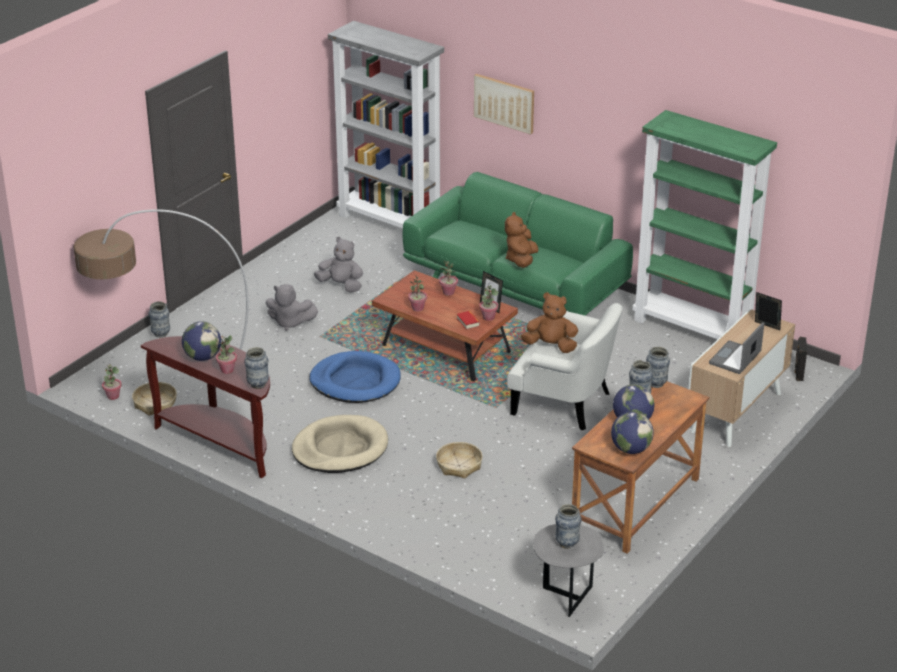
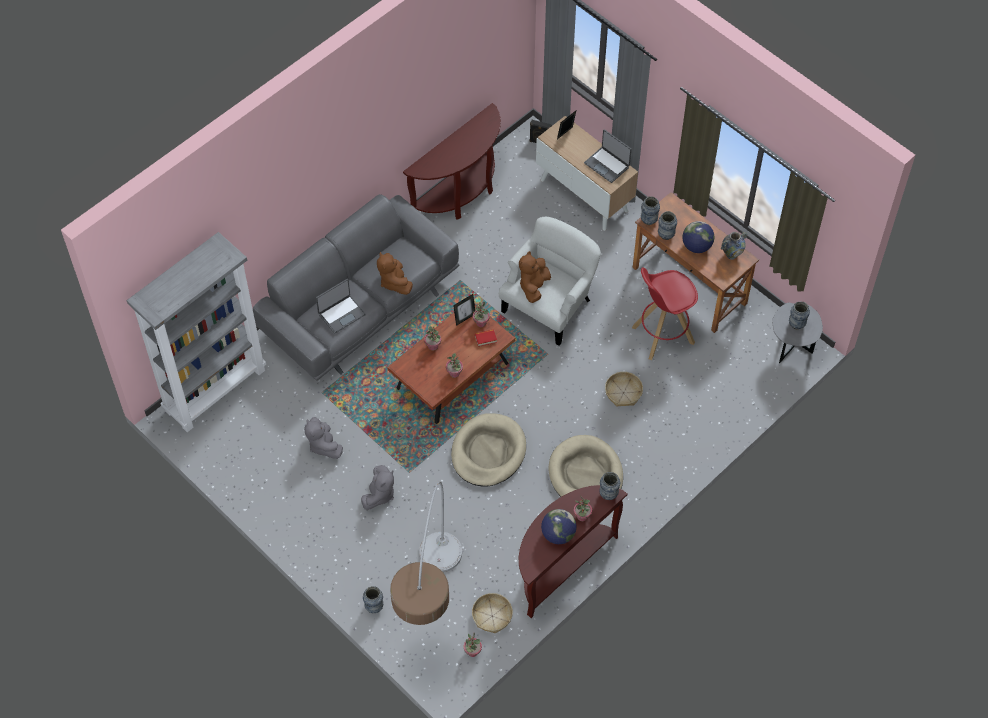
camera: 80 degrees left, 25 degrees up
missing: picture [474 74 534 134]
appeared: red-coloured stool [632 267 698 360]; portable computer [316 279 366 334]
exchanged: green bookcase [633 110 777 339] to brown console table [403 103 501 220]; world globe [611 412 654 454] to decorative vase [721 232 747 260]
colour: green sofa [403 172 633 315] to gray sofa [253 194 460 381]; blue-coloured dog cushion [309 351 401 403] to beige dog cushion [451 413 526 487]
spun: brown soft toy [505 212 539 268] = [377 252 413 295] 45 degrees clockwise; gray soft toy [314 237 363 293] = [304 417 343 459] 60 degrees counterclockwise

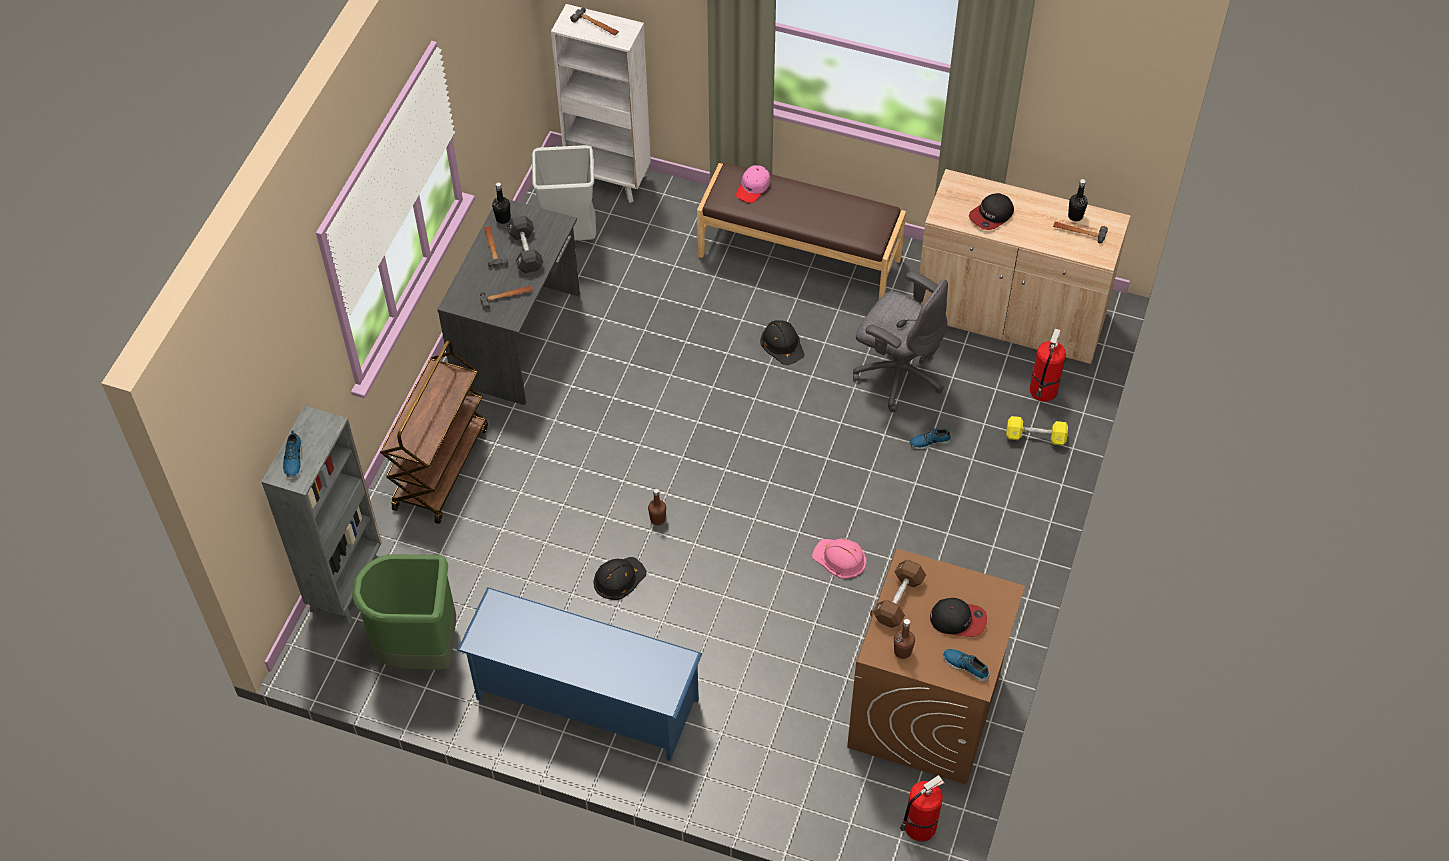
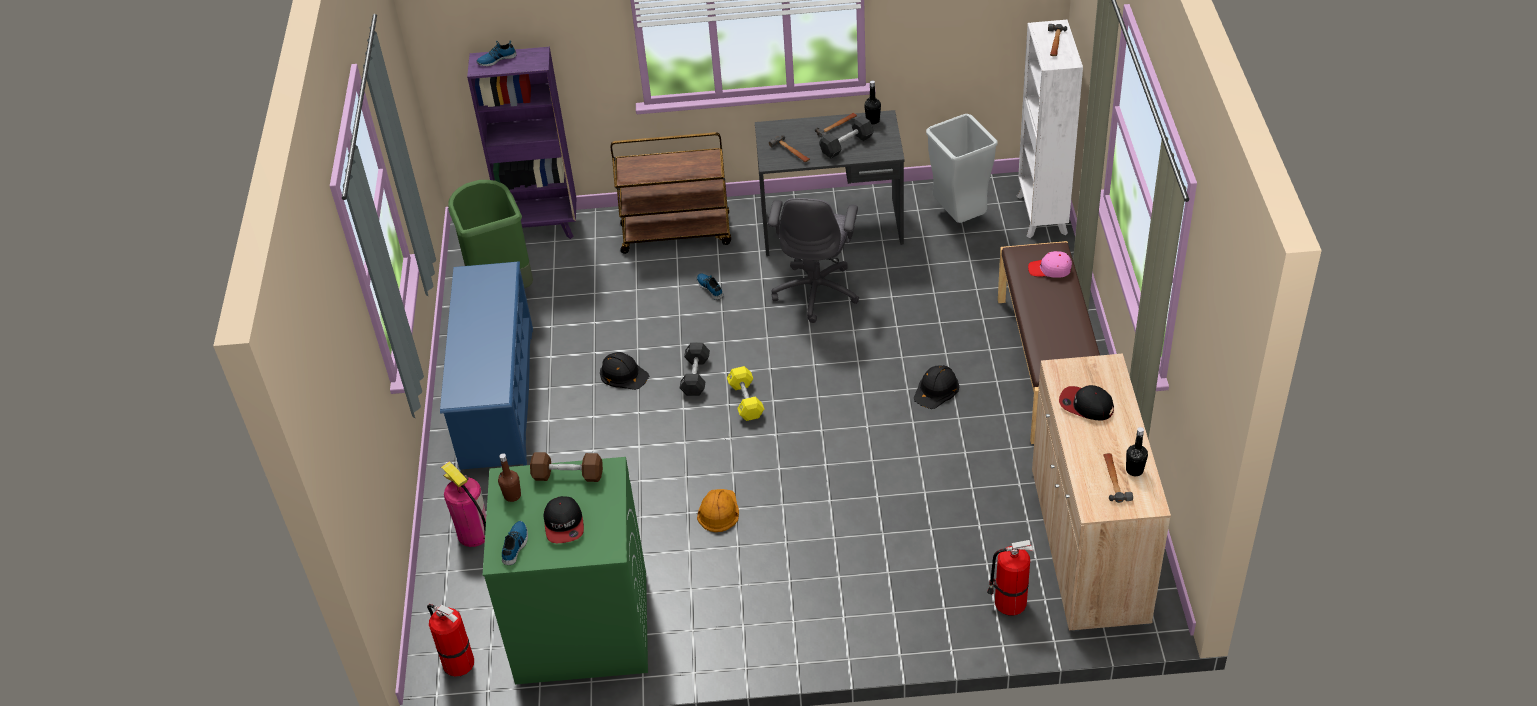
camera: 70 degrees right, 10 degrees down
appeared: fire-fighting cylinder [441 462 486 547]
relocated: gray office chair [853 271 948 412] to [768 198 859 323]; yellowish dumbbell [1006 416 1068 445] to [727 366 764 421]; item of footwear [909 428 951 449] to [697 273 724 300]
exchanged: brown drink bottle [648 488 666 525] to black-coloured dumbbell [680 343 710 396]
colour: gray bookcase [262 406 382 624] to purple-coloured bookcase [467 47 576 239]; pink safety helmet [812 538 866 579] to orange safety helmet [697 489 739 532]; brown laundry appliance [847 549 1025 785] to green laundry appliance [483 457 648 684]

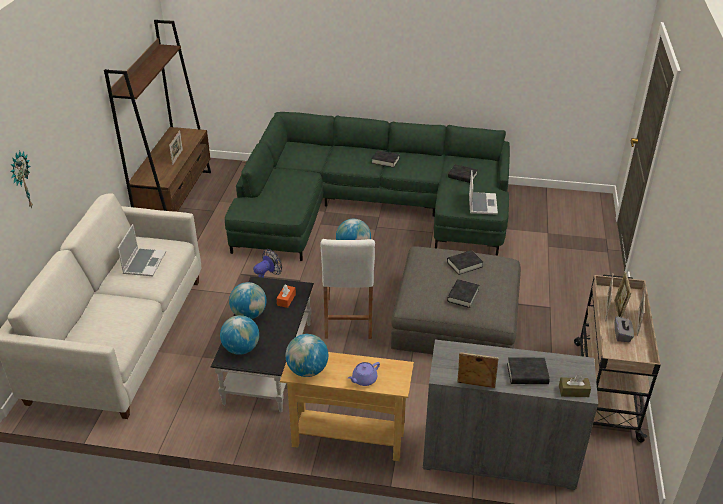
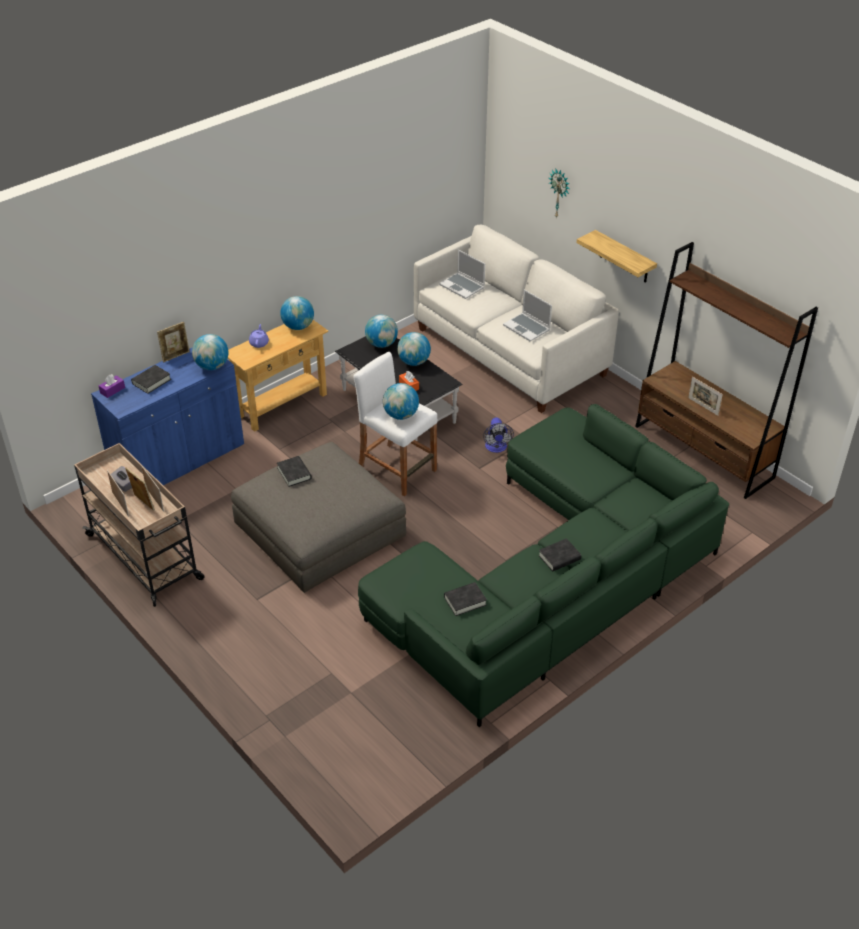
camera: 130 degrees right, 5 degrees up
missing: black-coloured volume [447 250 483 275]
appeared: shelf [577 230 657 283]; world globe [192 334 229 370]
relocated: portable computer [469 170 498 215] to [439 250 485 299]
colour: gray cabinet [423 340 598 490] to blue-coloured cabinet [91 347 244 485]; brown tissue box [559 375 591 397] to purple-coloured tissue box [99 374 125 398]

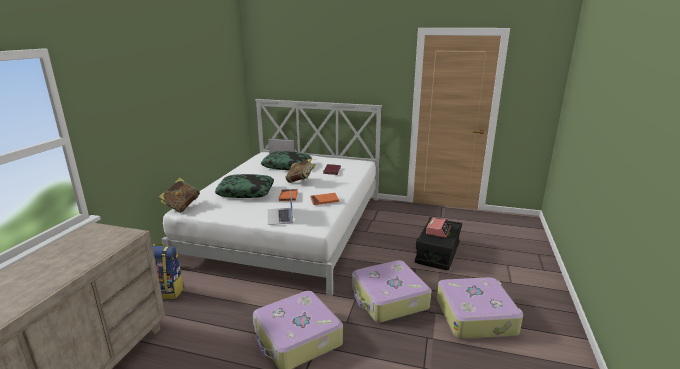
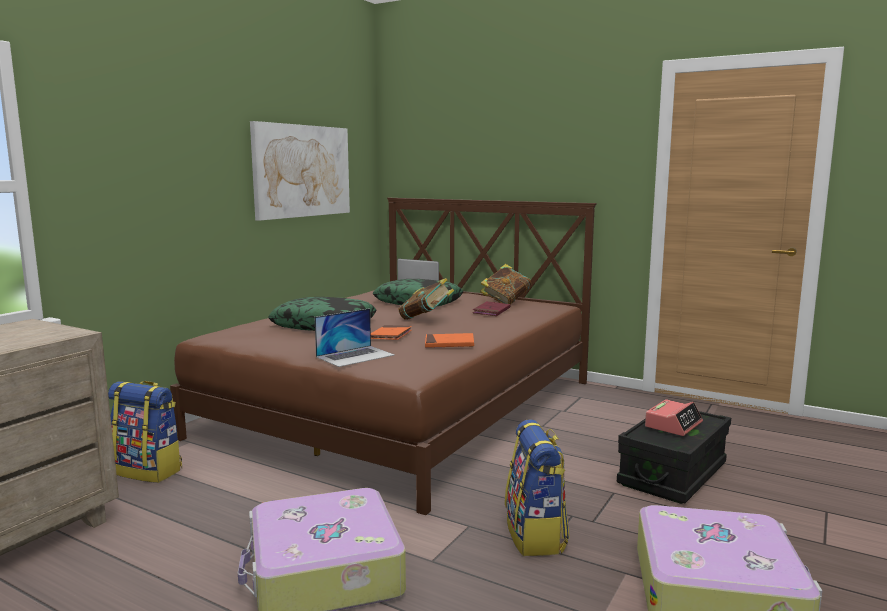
camera: 15 degrees right, 10 degrees down
appeared: picture [250 121 350 221]
relocated: volume [159 178 200 213] to [480 264 531 305]
exchanged: suitcase [352 260 431 322] to backpack [505 419 570 556]
colour: white-coloured bed [162 99 382 296] to brown bed [170 198 597 515]
spun: portable computer [268 192 293 225] = [315 308 395 367] 135 degrees counterclockwise

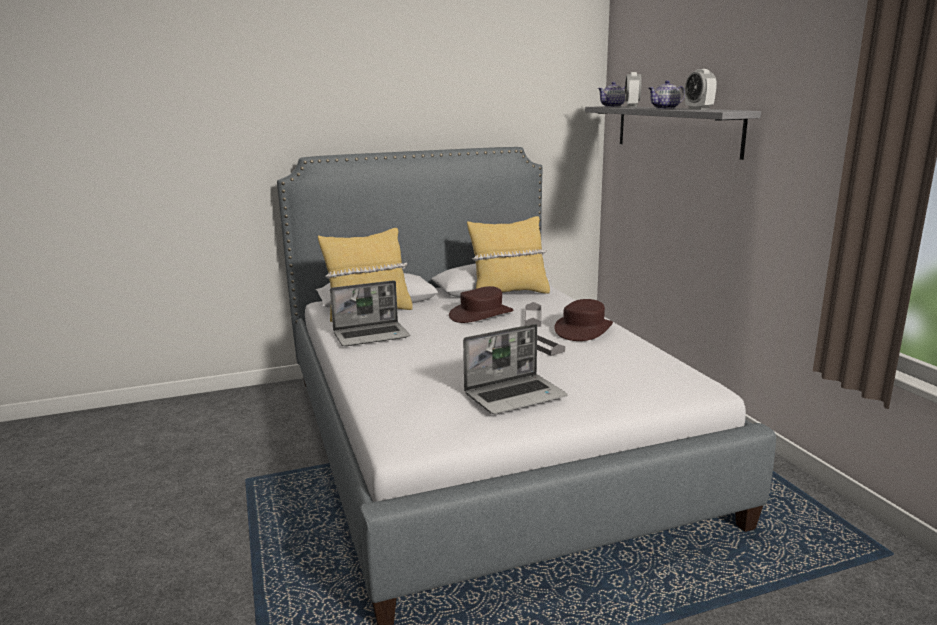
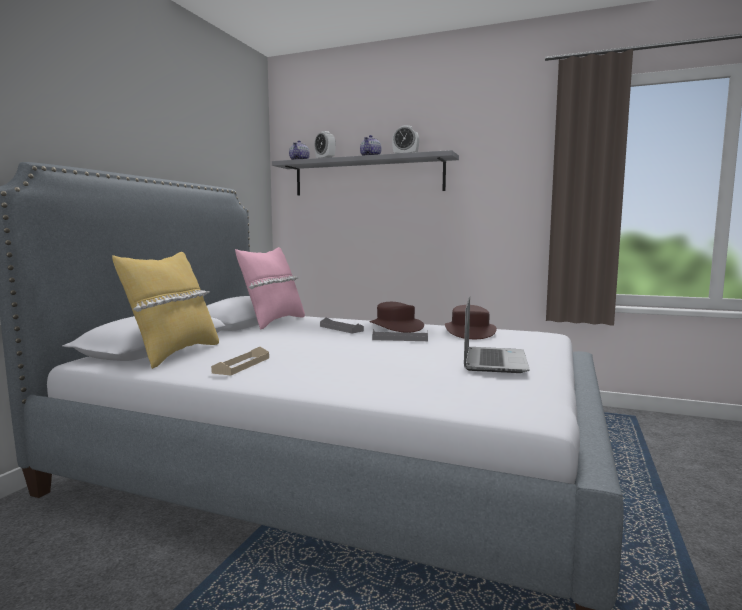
camera: 50 degrees left, 10 degrees down
relocated: brown wearable hat [449 286 514 323] to [445 305 497 339]
exchanged: portable computer [330 280 410 346] to beige serving tray [211 347 269 376]
colour: yellowish pillow [467 216 550 294] to pink pillow [235 247 305 330]

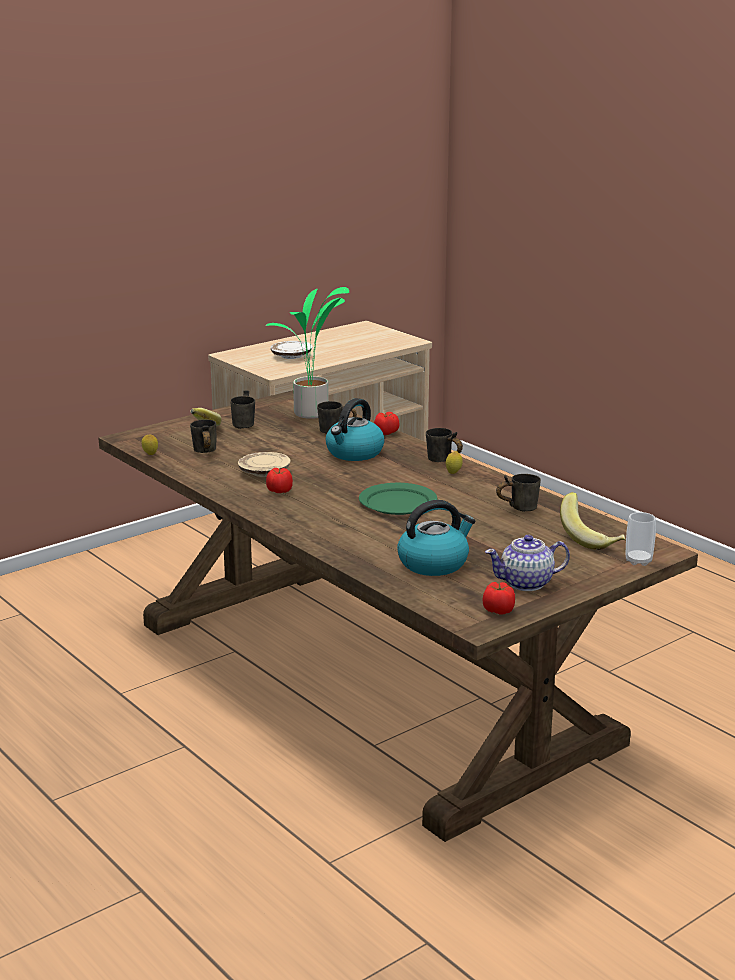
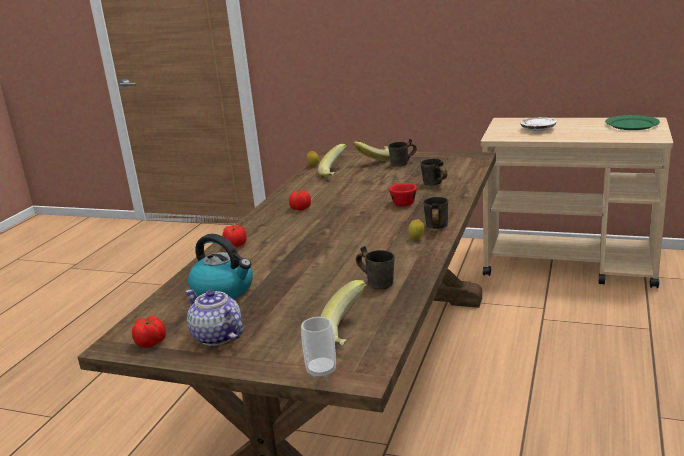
camera: 60 degrees right, 0 degrees up
missing: potted plant [265 287 349 419]; beige plate [238 452 291 477]
relocated: tomato [374 412 399 435] to [222 224 247 247]; green plate [359 483 437 515] to [605 115 660 130]
exchanged: tea kettle [326 398 385 461] to red-coloured cup [389 183 417 206]; gray coffee mug [190 420 216 453] to banana fruit [318 144 347 178]

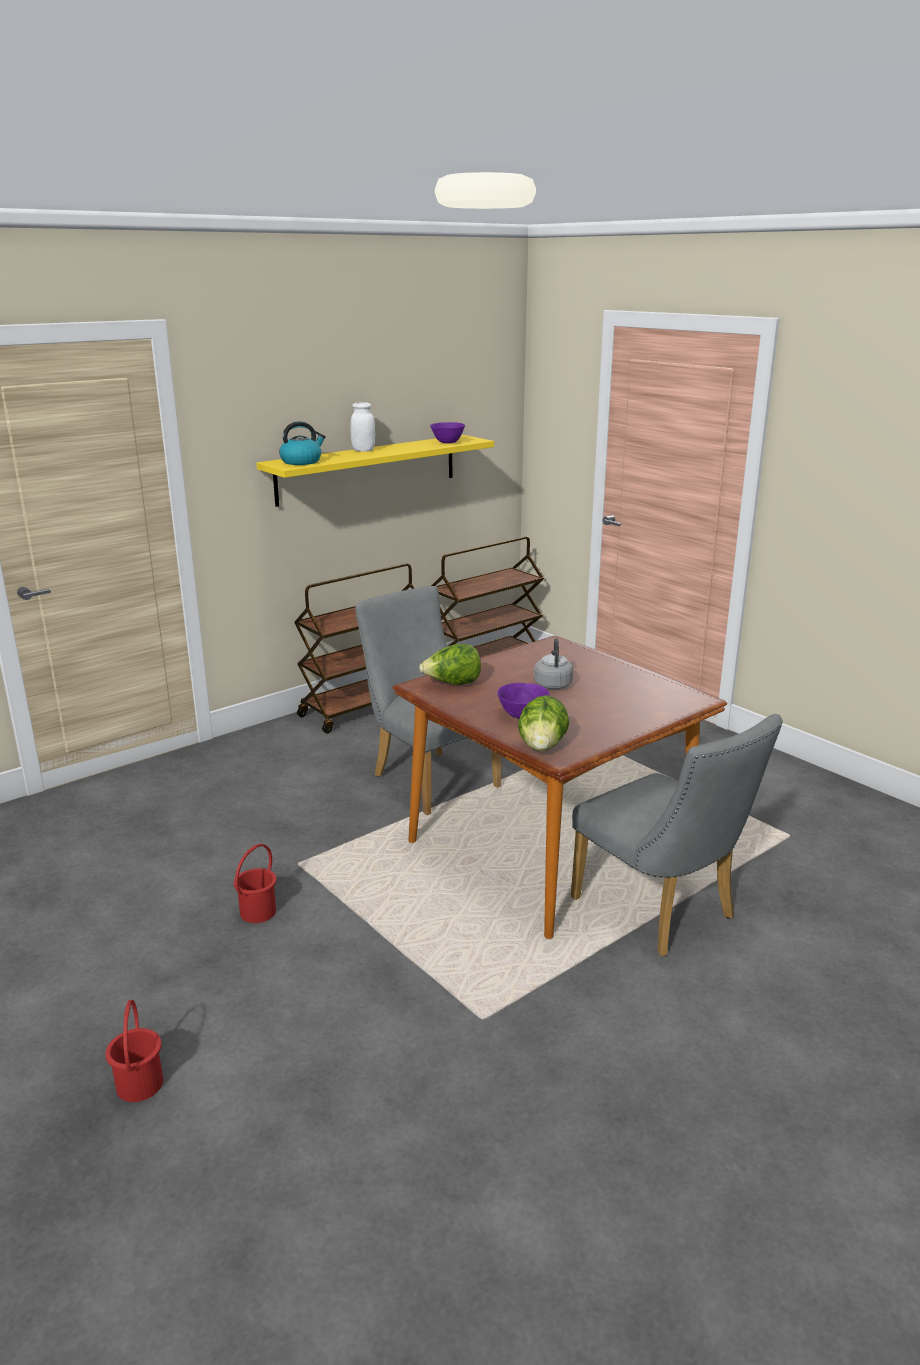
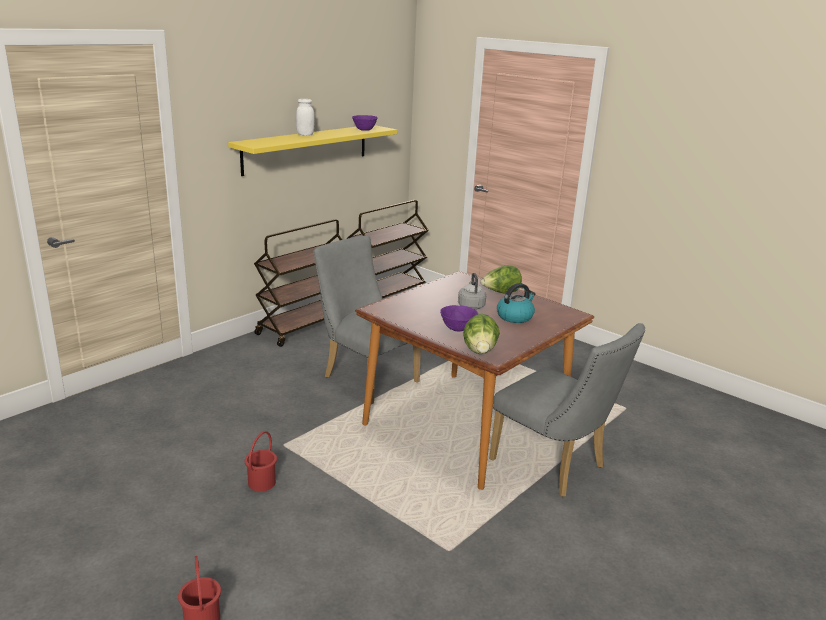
camera: 10 degrees left, 0 degrees up
relocated: tea kettle [279 421 326 465] to [497 283 536 323]; lettuce [419 644 481 685] to [480 265 522 294]

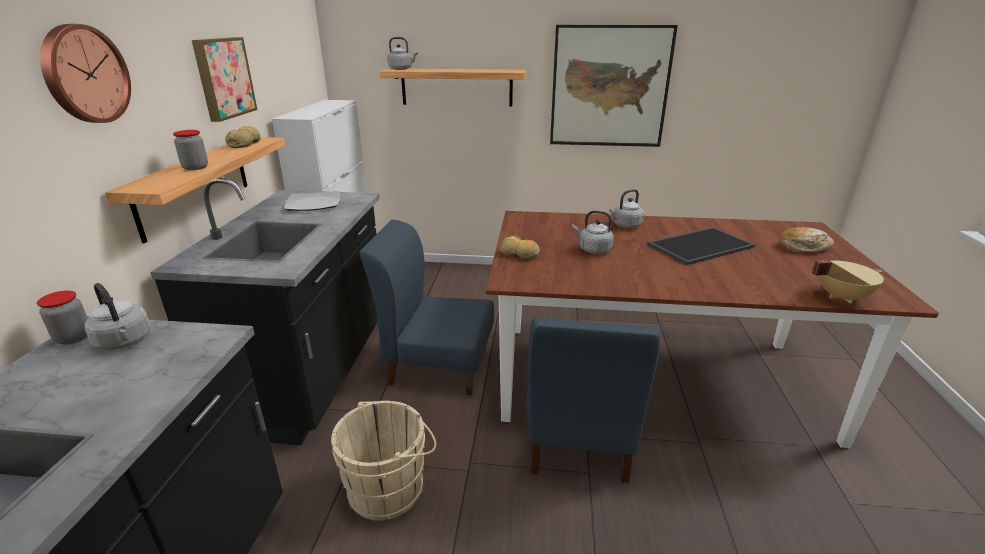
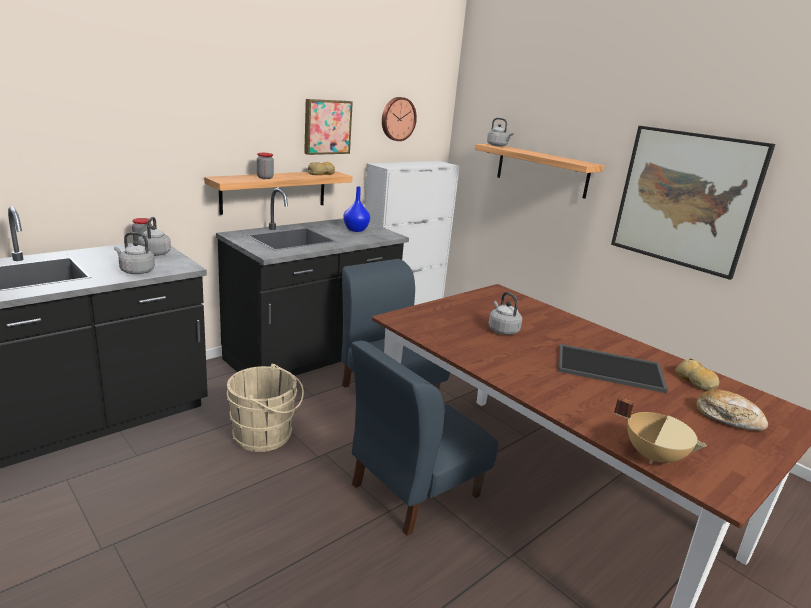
camera: 40 degrees right, 5 degrees down
relocated: wall clock [40 24 131 123] to [382 97 417 141]; gray tea kettle [609 189 644 228] to [114 232 155 274]; bakery bread [500 236 540 260] to [675 358 719 391]
exchanged: plate [285 191 341 211] to blue-coloured decorative vase [343 187 370 232]

